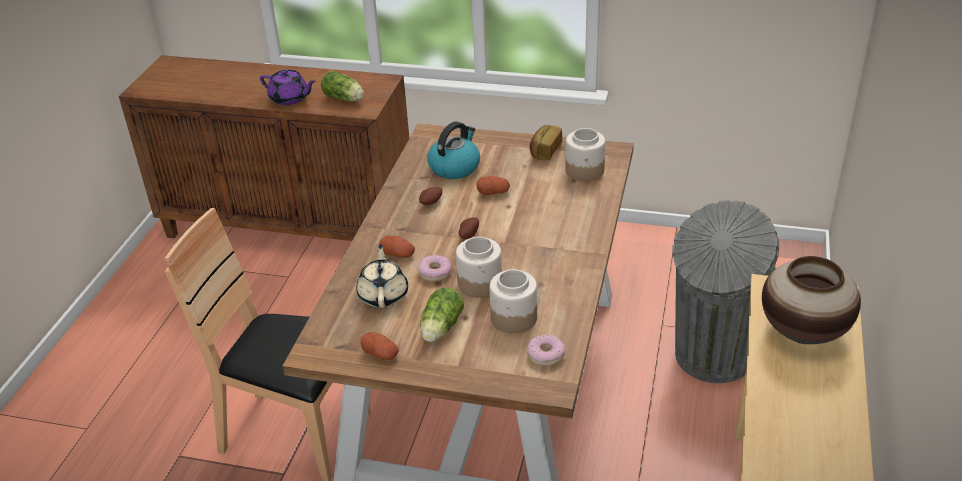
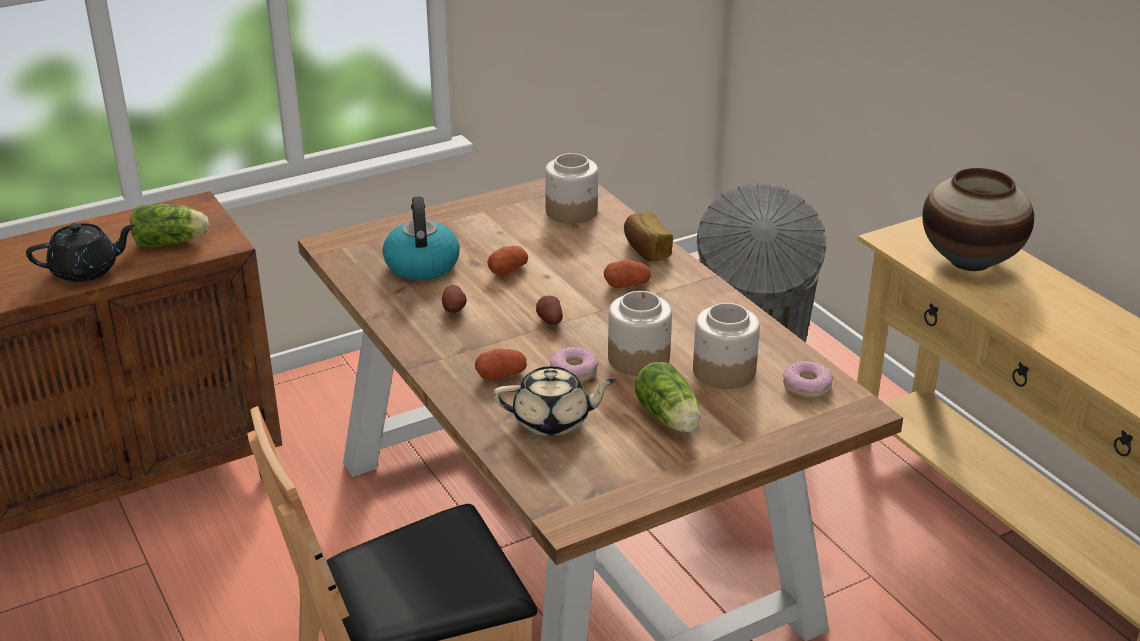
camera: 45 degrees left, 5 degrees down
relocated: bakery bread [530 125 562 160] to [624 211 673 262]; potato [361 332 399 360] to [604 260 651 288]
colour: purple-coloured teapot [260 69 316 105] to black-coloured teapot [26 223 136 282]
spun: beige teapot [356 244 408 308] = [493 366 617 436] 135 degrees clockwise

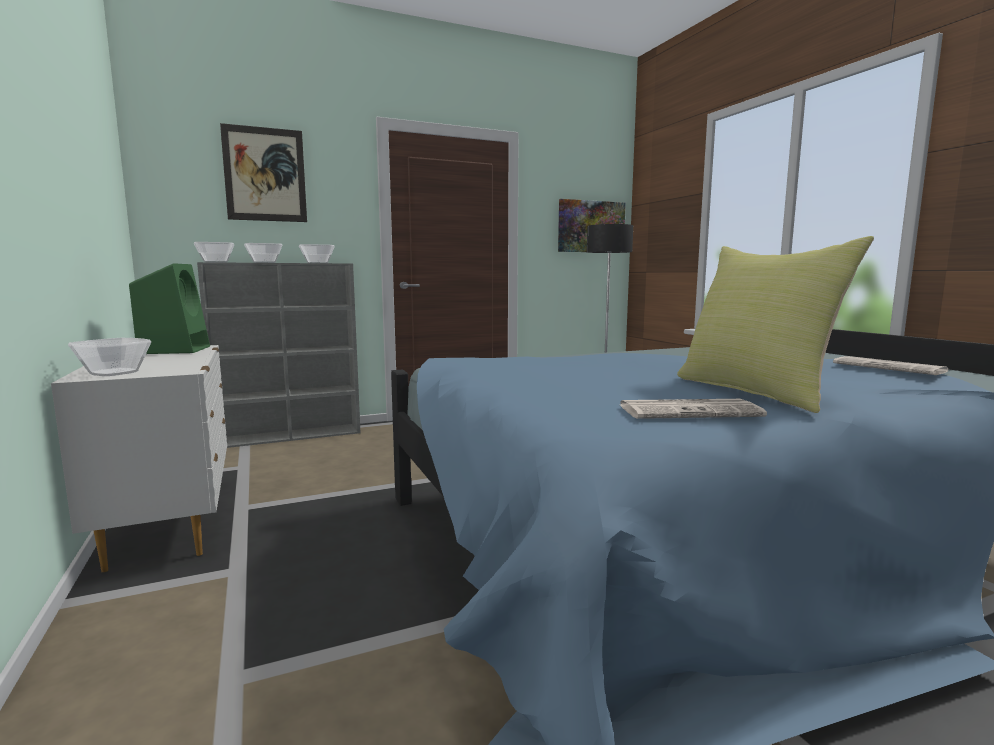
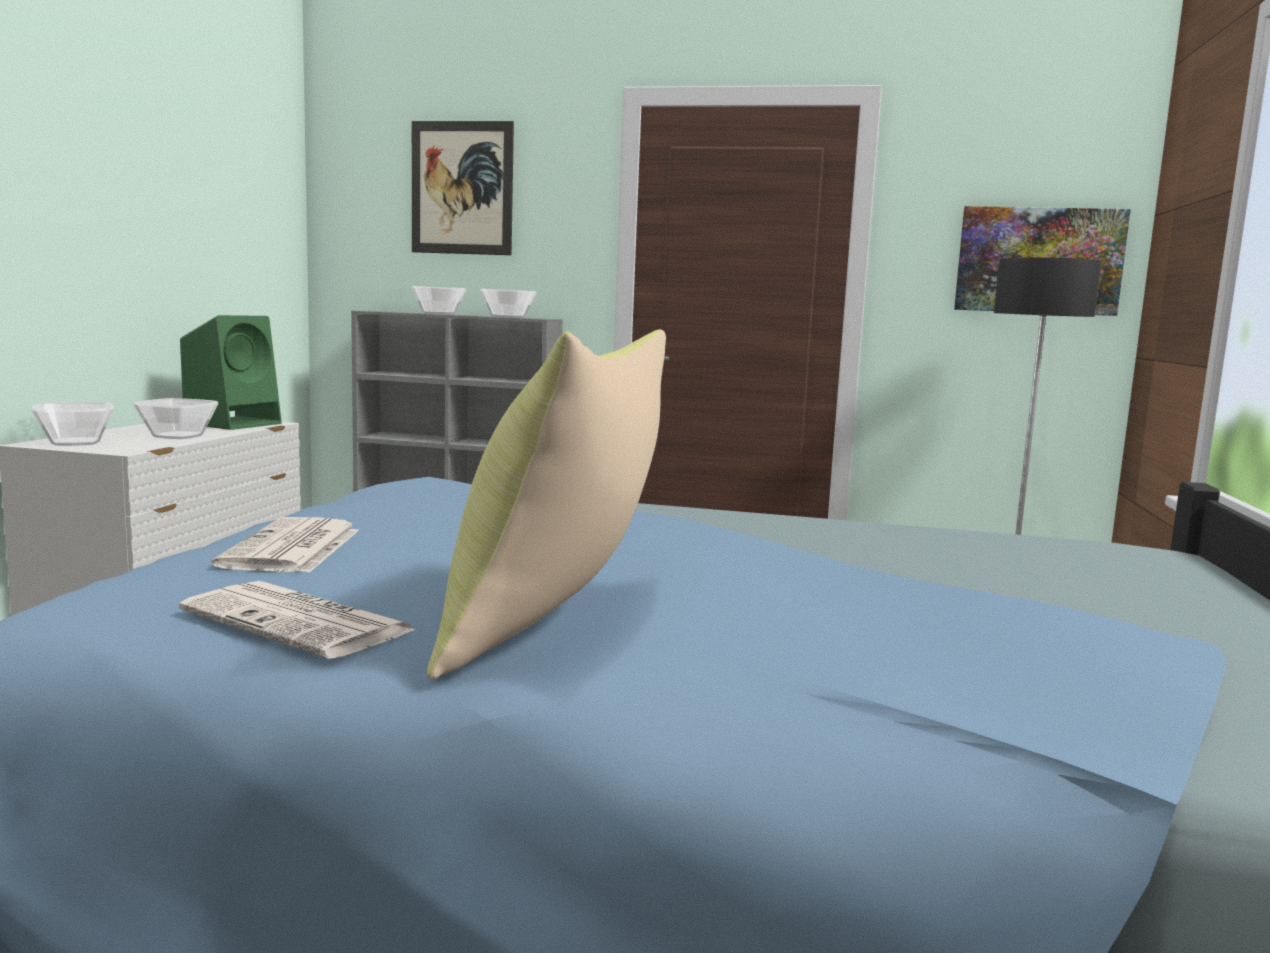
camera: 35 degrees right, 0 degrees up
relocated: serving bowl [194 242 234 263] to [134 398 218 439]; printed paper [833 356 949 375] to [211 517 359 573]

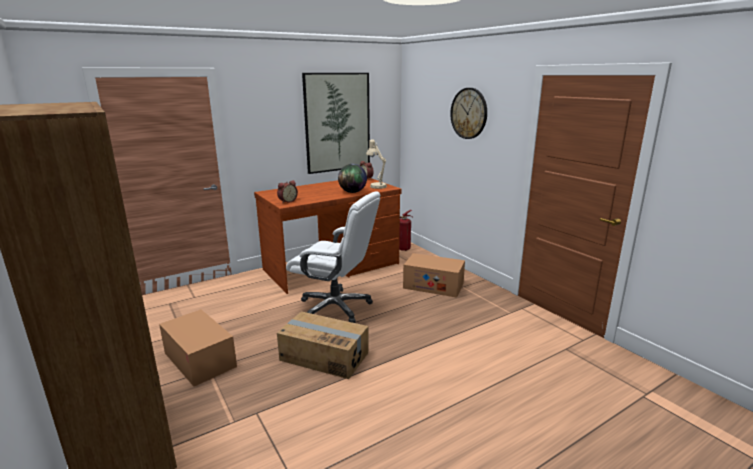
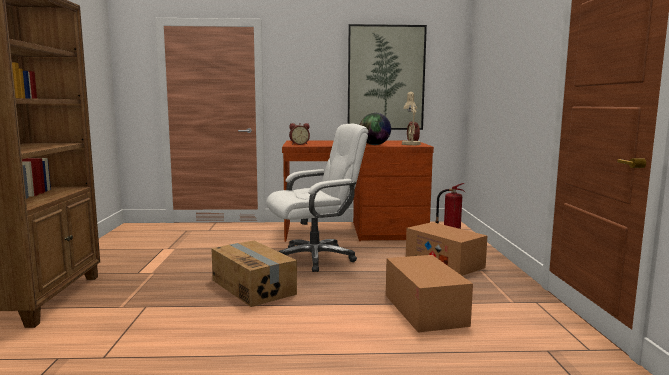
camera: 30 degrees right, 10 degrees down
missing: wall clock [450 88 487 139]
relocated: carton [159 309 237 386] to [386 255 473 333]
spun: white-coloured office chair [286 191 381 323] = [266 124 368 272] 75 degrees counterclockwise

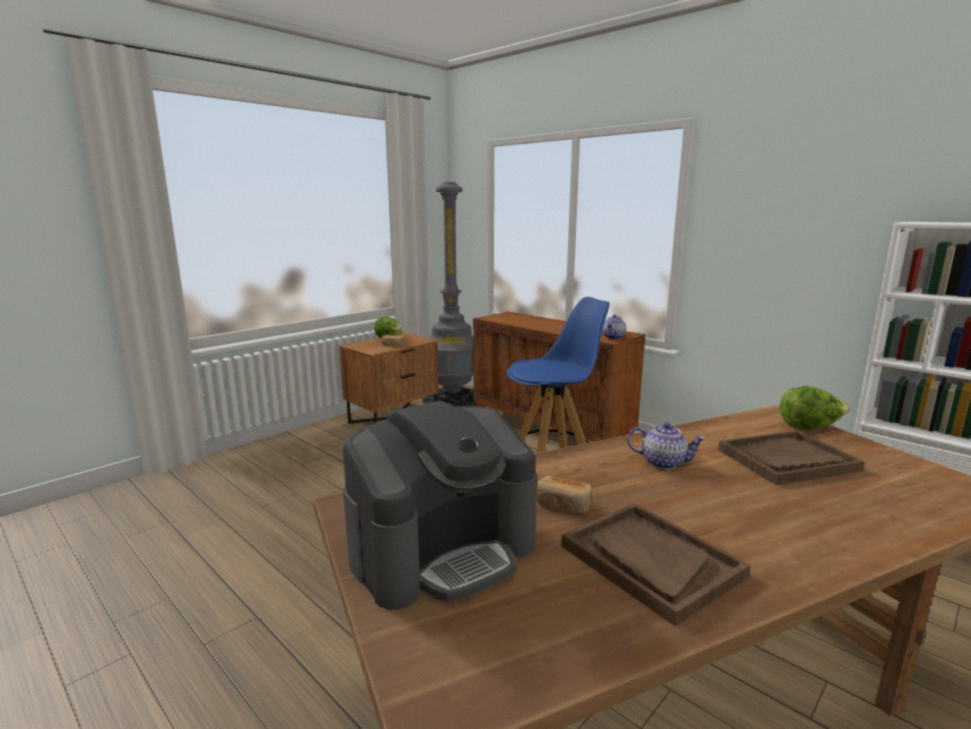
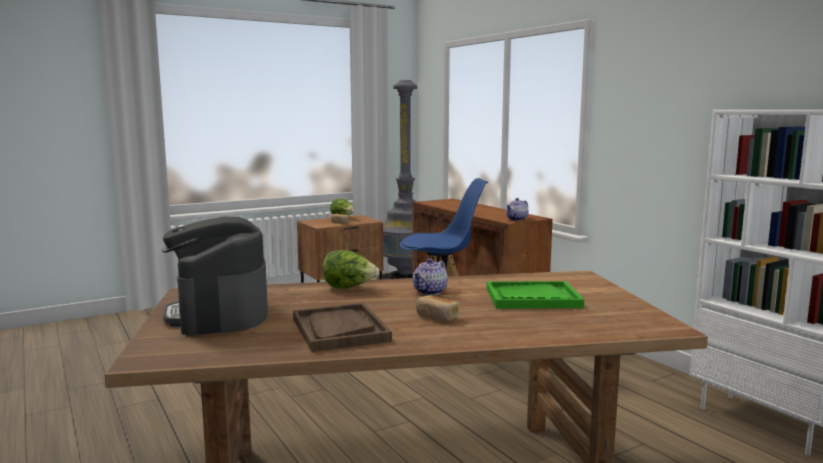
camera: 15 degrees right, 5 degrees down
relocated: lettuce [780 386 849 430] to [323 250 379 289]; bakery bread [536 476 591 513] to [416 296 459 321]
colour: brown serving tray [718 431 865 485] to green serving tray [487 281 584 309]
spun: coffee maker [343 401 537 610] = [162 217 268 336] 90 degrees clockwise; teapot [627 422 706 470] = [413 258 448 295] 90 degrees clockwise

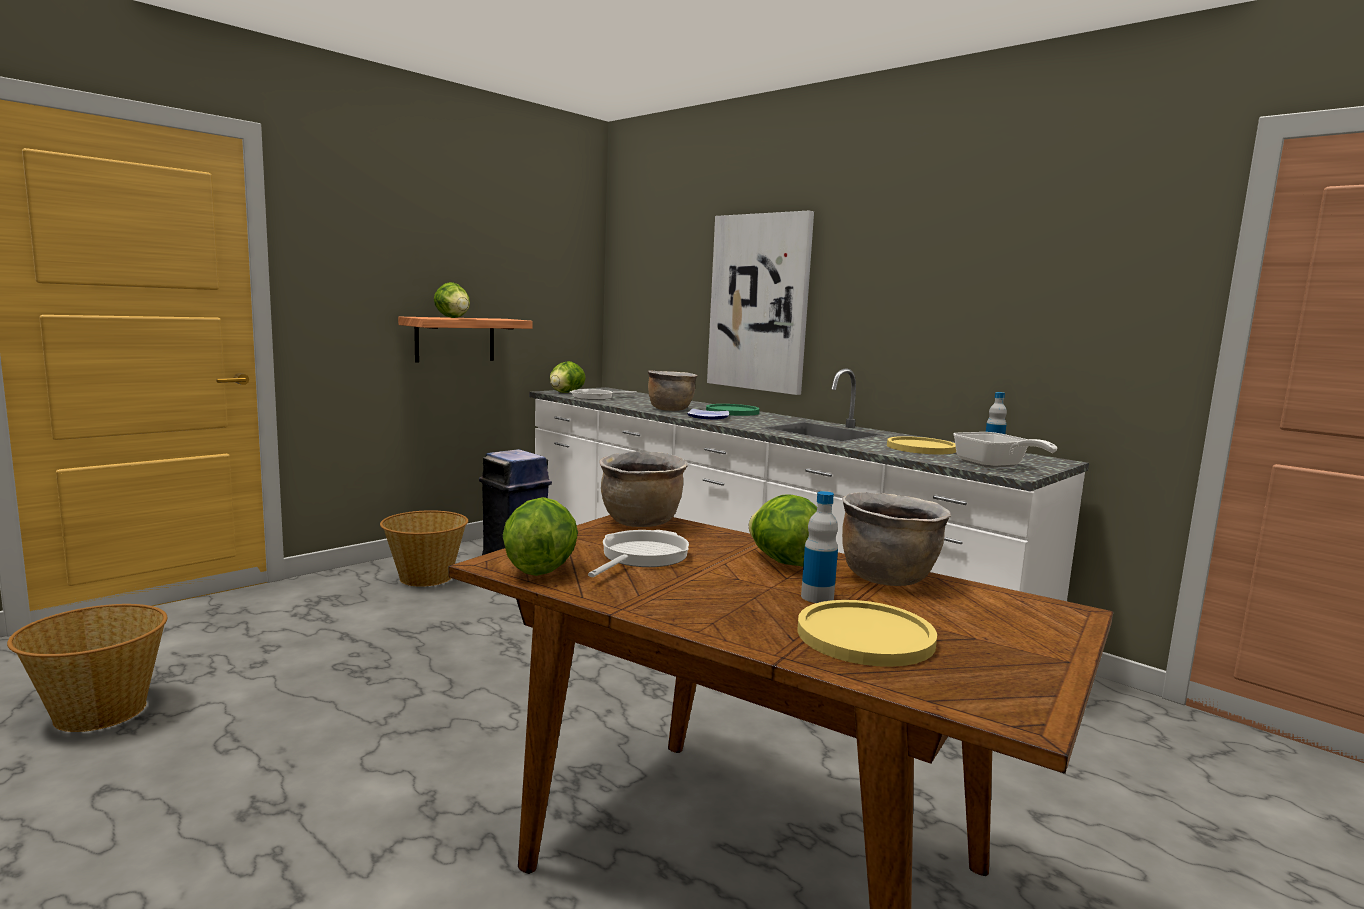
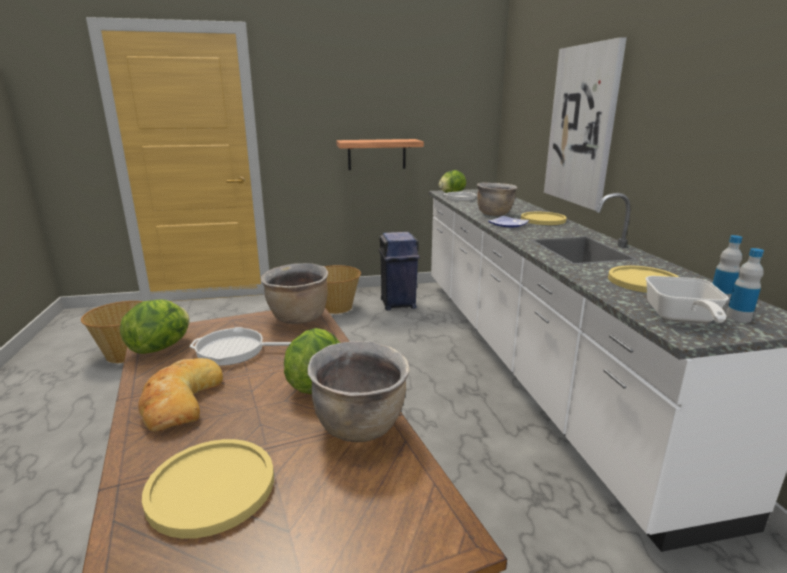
camera: 35 degrees right, 10 degrees up
missing: lettuce [434 282 470 318]
appeared: bakery bread [138 358 223 431]
relocated: drink bottle [801 491 838 603] to [726 248 764 323]
colour: green plate [706 404 760 416] to yellowish plate [521 212 567 225]
spun: pan [588 530 689 577] = [190 327 291 366] 150 degrees counterclockwise

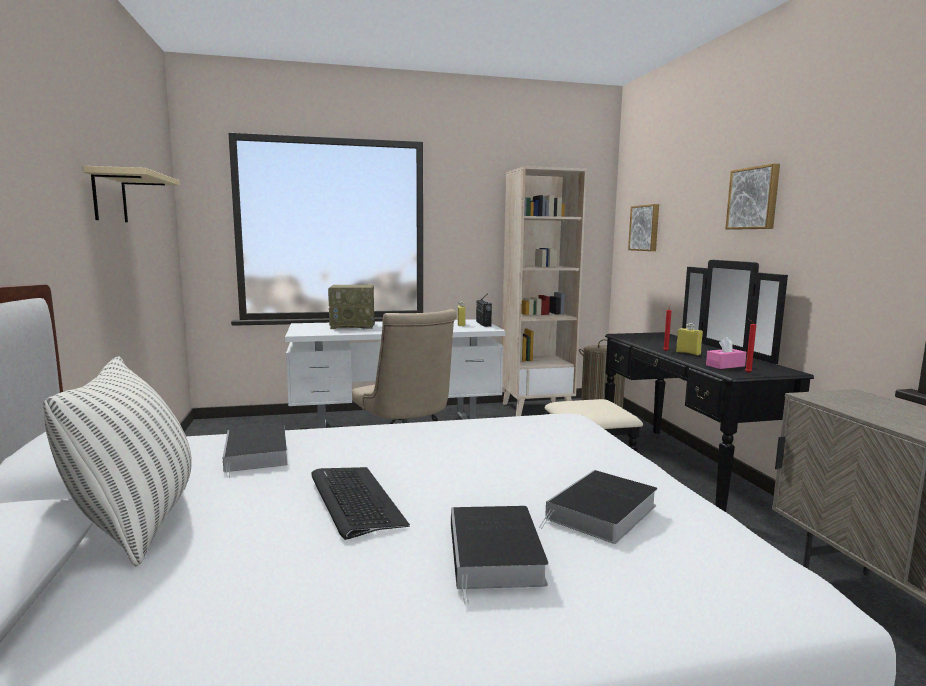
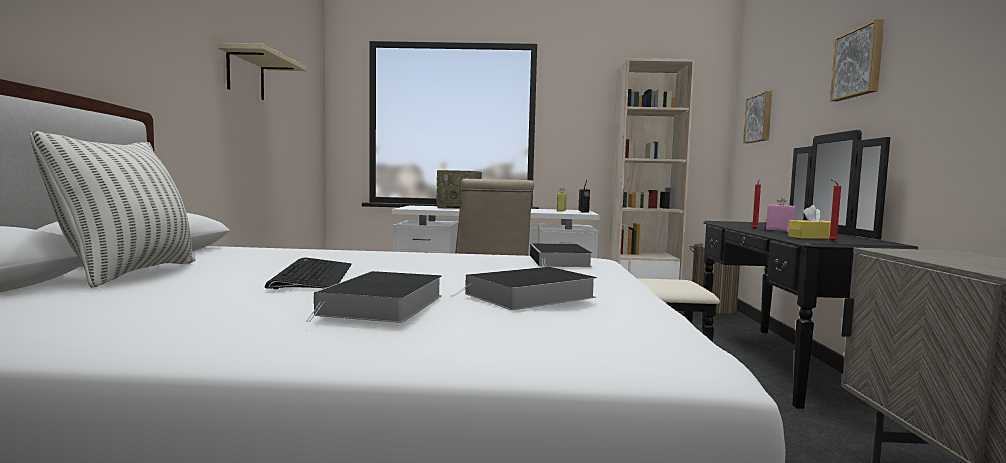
camera: 15 degrees right, 5 degrees down
relocated: volume [223 425 288 478] to [530 243 592 267]
colour: yellowish drink bottle [676 323 703 355] to pink drink bottle [766 198 795 232]; pink tissue box [706 337 747 369] to yellowish tissue box [788 205 831 239]

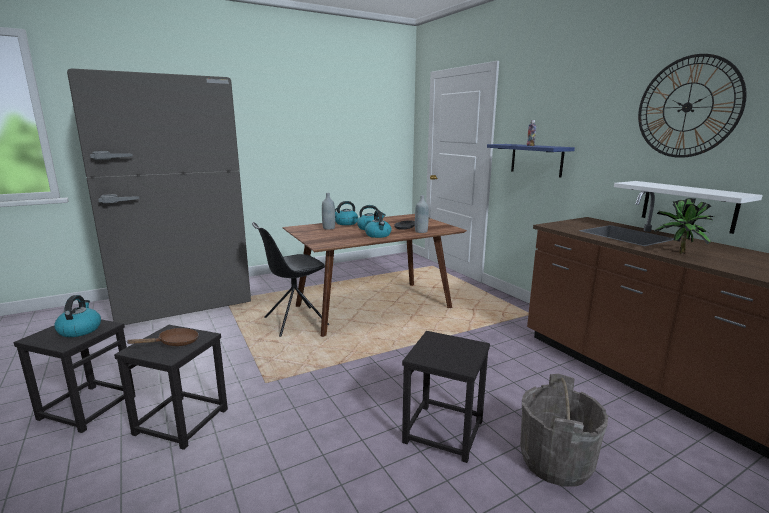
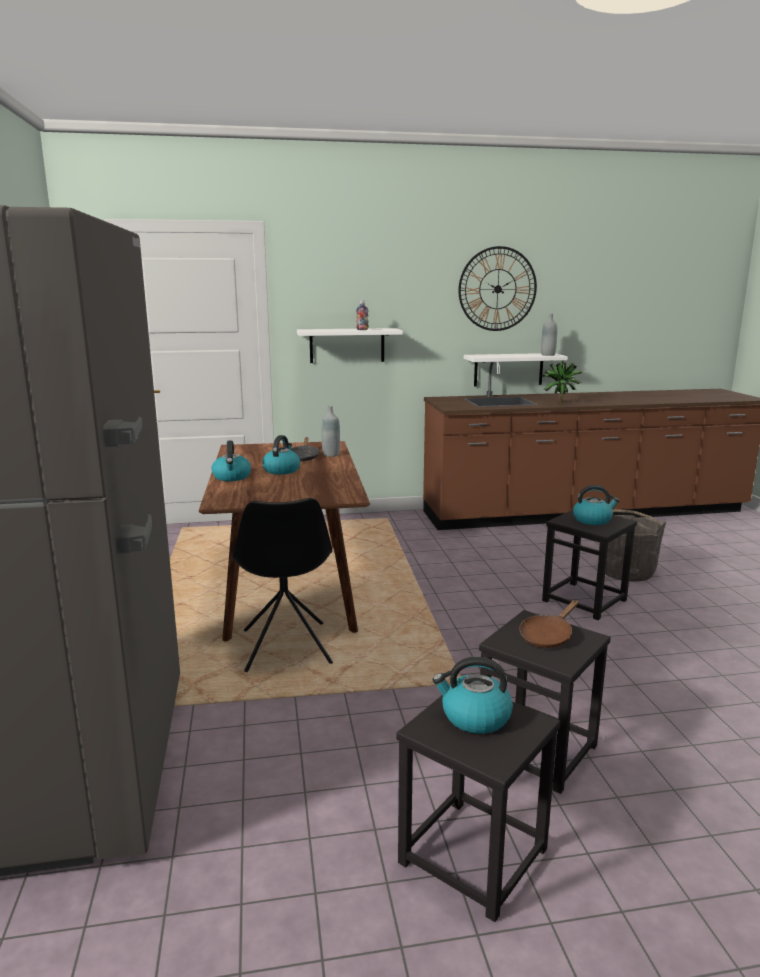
camera: 70 degrees left, 0 degrees up
relocated: gray drink bottle [322 193 335 230] to [541 314 557 356]; tea kettle [365 210 392 238] to [573 485 619 525]
colour: blue-coloured shelf [487 144 575 177] to white-coloured shelf [297 328 403 363]
spun: brown pan [127 328 199 346] = [519 600 579 648] 120 degrees counterclockwise

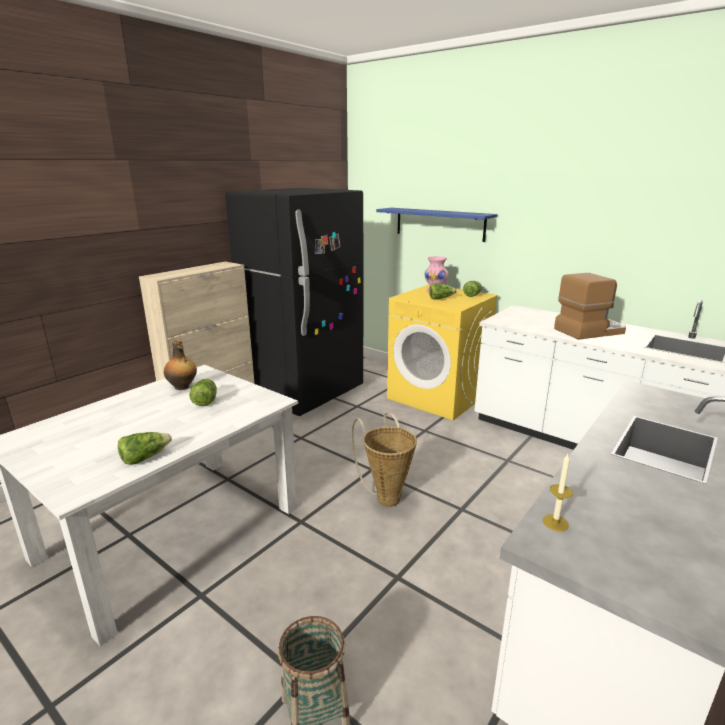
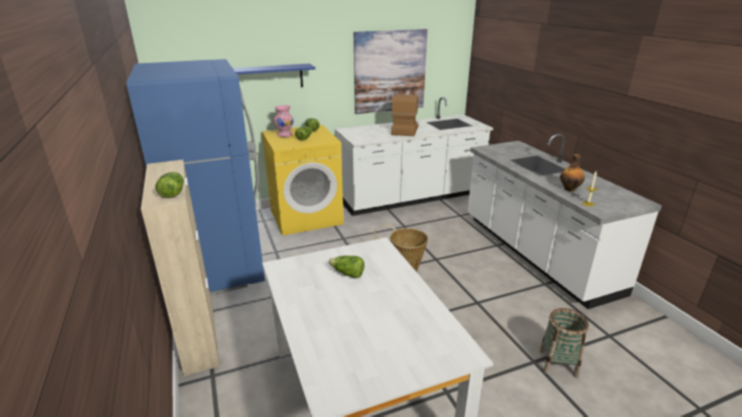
camera: 60 degrees left, 5 degrees up
appeared: picture [354 29 428 114]
relocated: drink bottle [164 340 197 390] to [560 154 585 191]; lettuce [118 432 172 465] to [155 172 184 198]
colour: black-coloured kitchen fridge [225 188 363 416] to blue-coloured kitchen fridge [126 59 265 295]

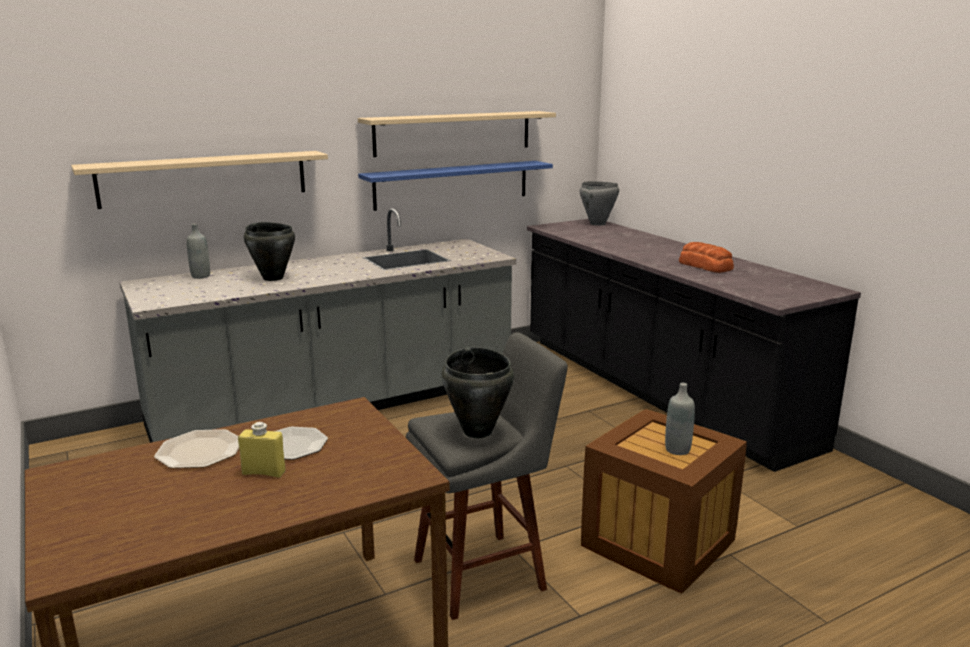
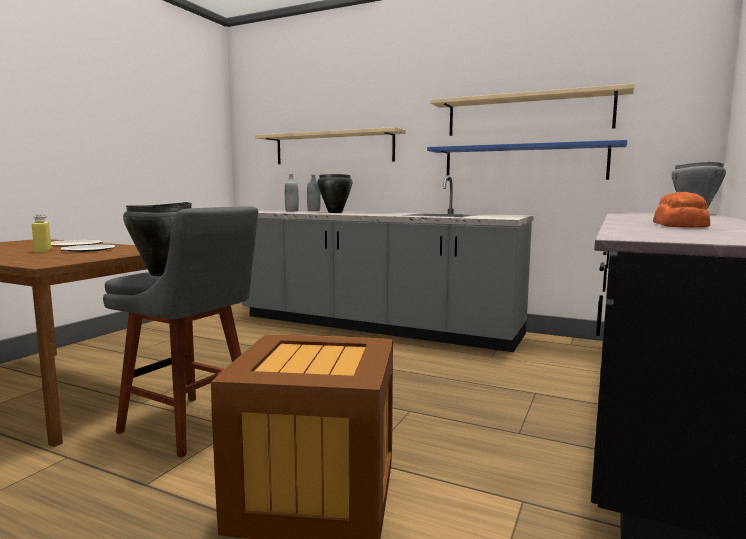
camera: 55 degrees right, 10 degrees down
relocated: gray drink bottle [665 383 695 455] to [285 174 299 212]

